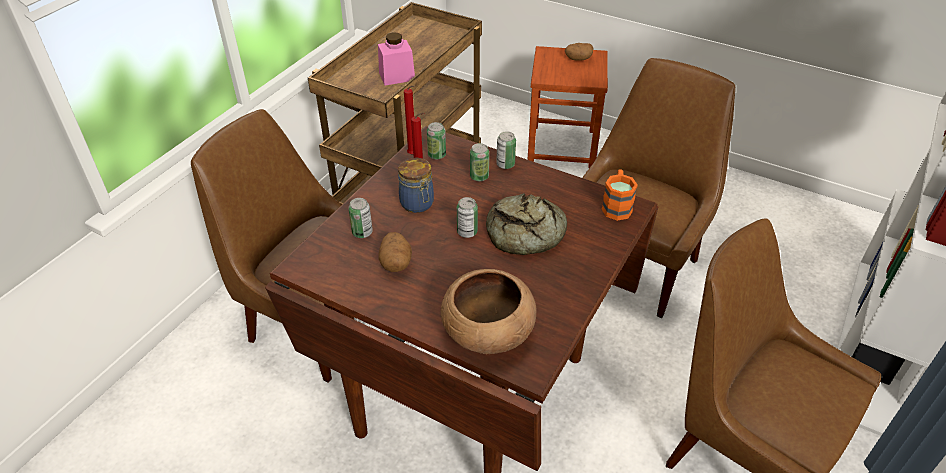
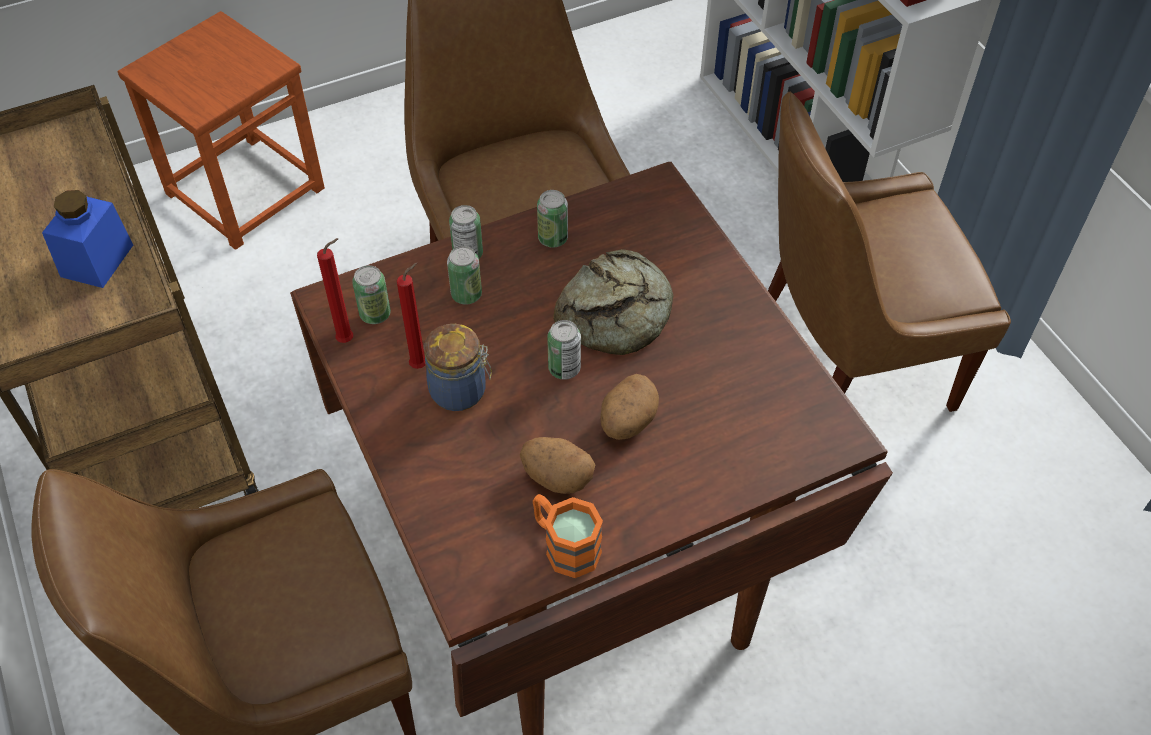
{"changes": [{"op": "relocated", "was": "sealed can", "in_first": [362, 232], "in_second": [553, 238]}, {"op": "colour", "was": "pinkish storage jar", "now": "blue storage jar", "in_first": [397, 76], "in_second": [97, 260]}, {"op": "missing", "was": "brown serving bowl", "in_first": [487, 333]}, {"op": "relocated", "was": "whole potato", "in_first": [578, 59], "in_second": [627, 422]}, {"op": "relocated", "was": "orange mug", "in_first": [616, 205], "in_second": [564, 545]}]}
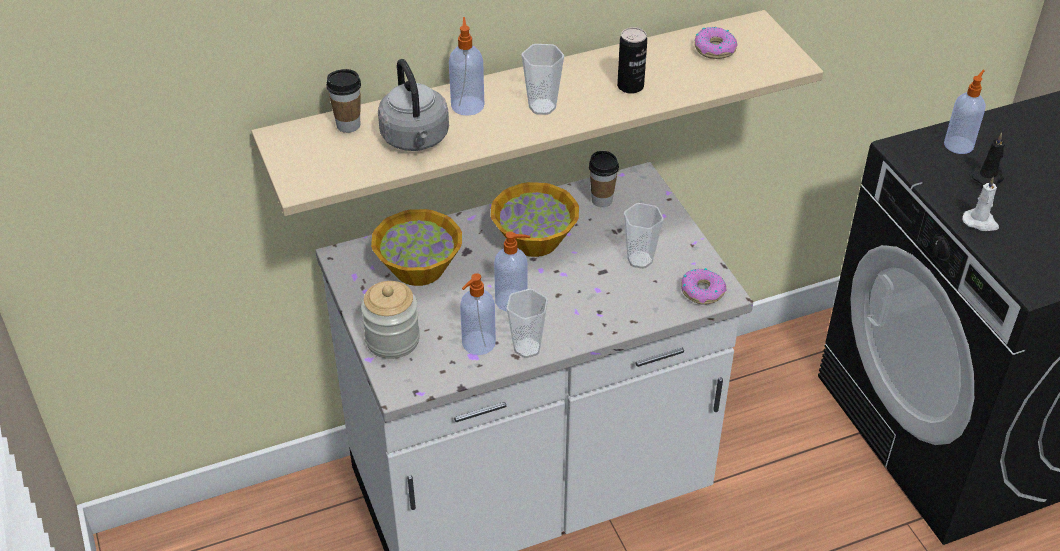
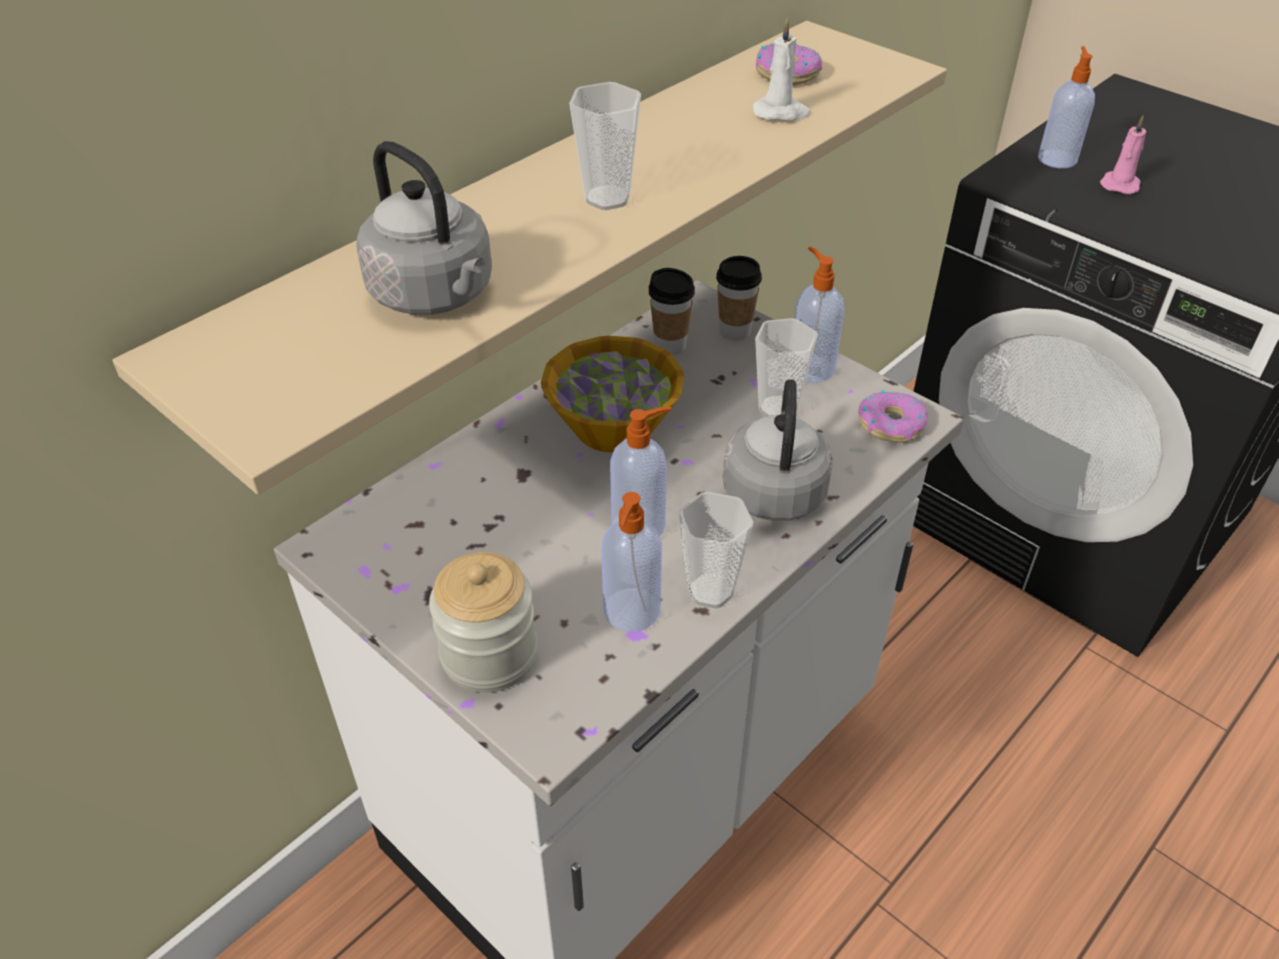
{"changes": [{"op": "relocated", "was": "cup", "in_first": [348, 125], "in_second": [735, 331]}, {"op": "missing", "was": "serving bowl", "in_first": [418, 268]}, {"op": "relocated", "was": "soap bottle", "in_first": [467, 105], "in_second": [810, 367]}, {"op": "missing", "was": "sealed can", "in_first": [630, 86]}, {"op": "relocated", "was": "whitish wax light", "in_first": [980, 222], "in_second": [781, 112]}, {"op": "colour", "was": "black-coloured wax light", "now": "pinkish wax light", "in_first": [988, 177], "in_second": [1120, 184]}, {"op": "appeared", "now": "gray tea kettle", "in_second": [774, 489]}]}
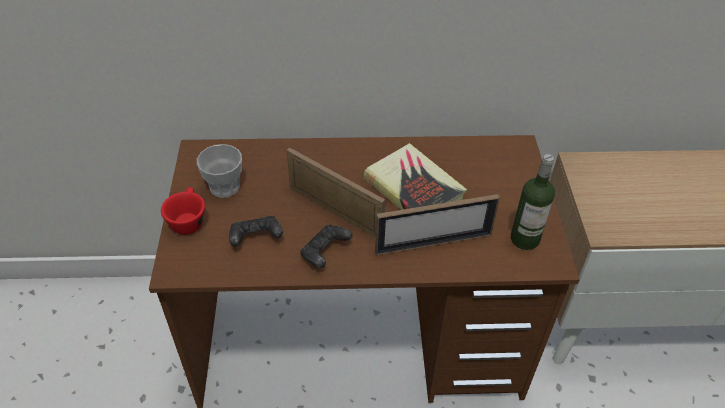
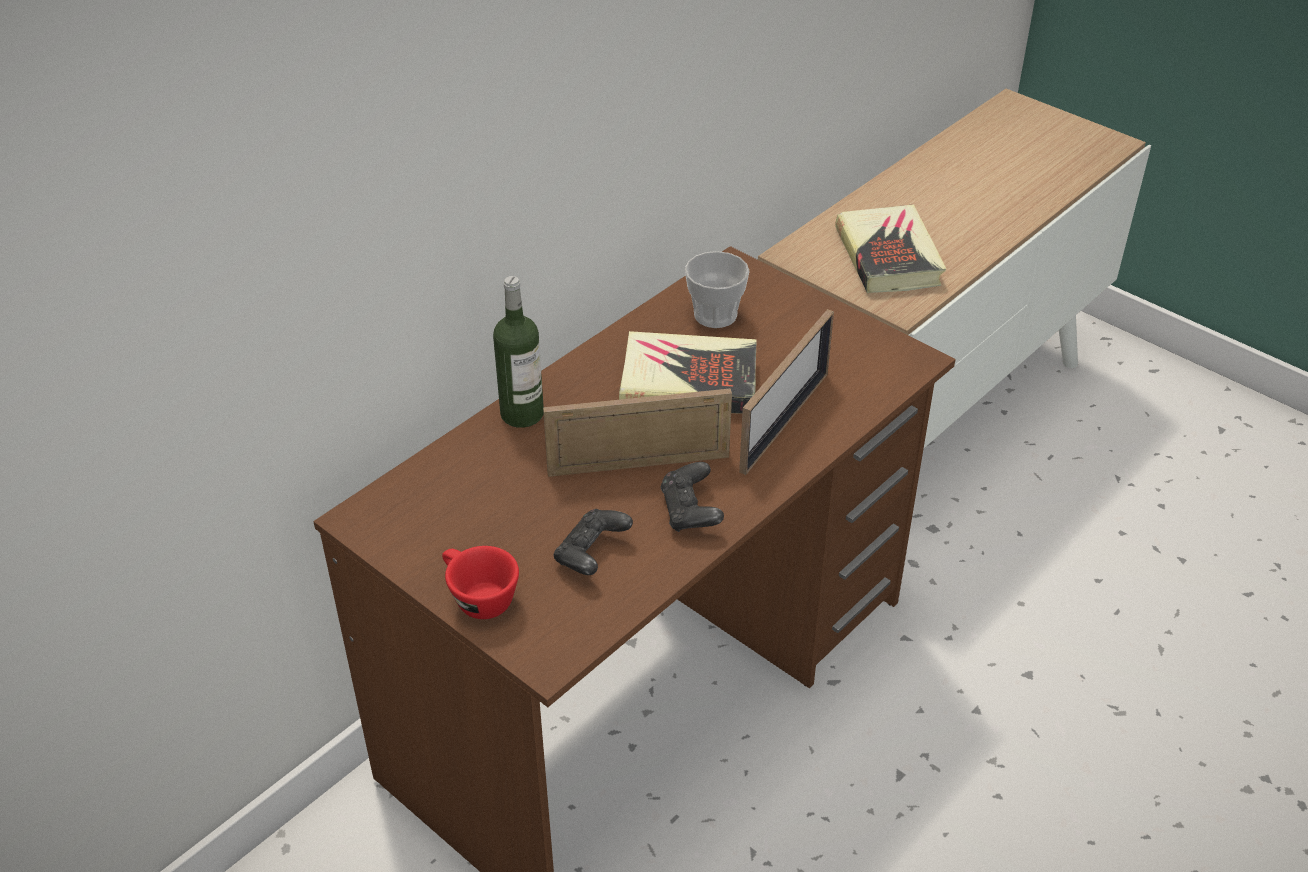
{"changes": [{"op": "relocated", "was": "cup", "in_first": [224, 187], "in_second": [715, 315]}, {"op": "relocated", "was": "beverage bottle", "in_first": [524, 239], "in_second": [522, 414]}, {"op": "appeared", "now": "volume", "in_second": [888, 256]}]}
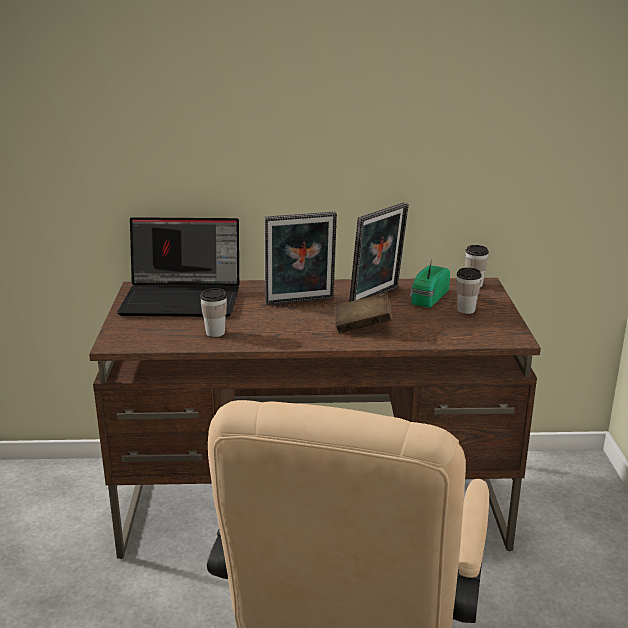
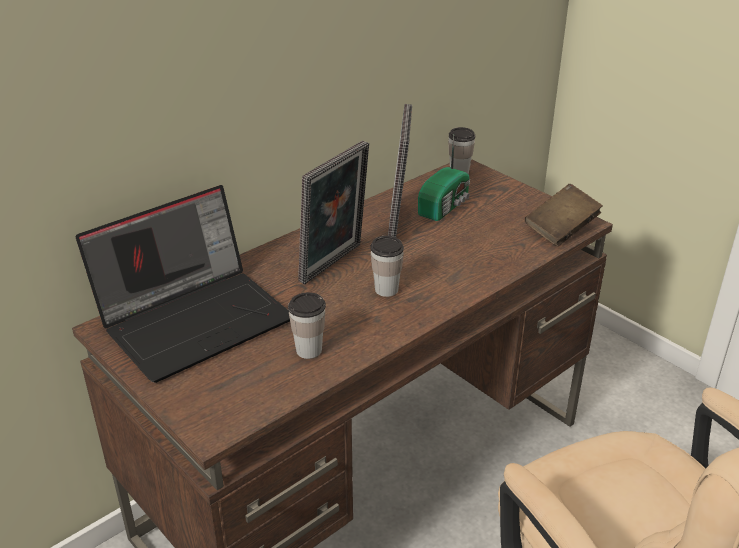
{"changes": [{"op": "relocated", "was": "brown volume", "in_first": [362, 326], "in_second": [561, 229]}, {"op": "spun", "was": "radio receiver", "in_first": [428, 298], "in_second": [445, 206], "clockwise": -135}, {"op": "relocated", "was": "cup", "in_first": [466, 310], "in_second": [386, 289]}]}
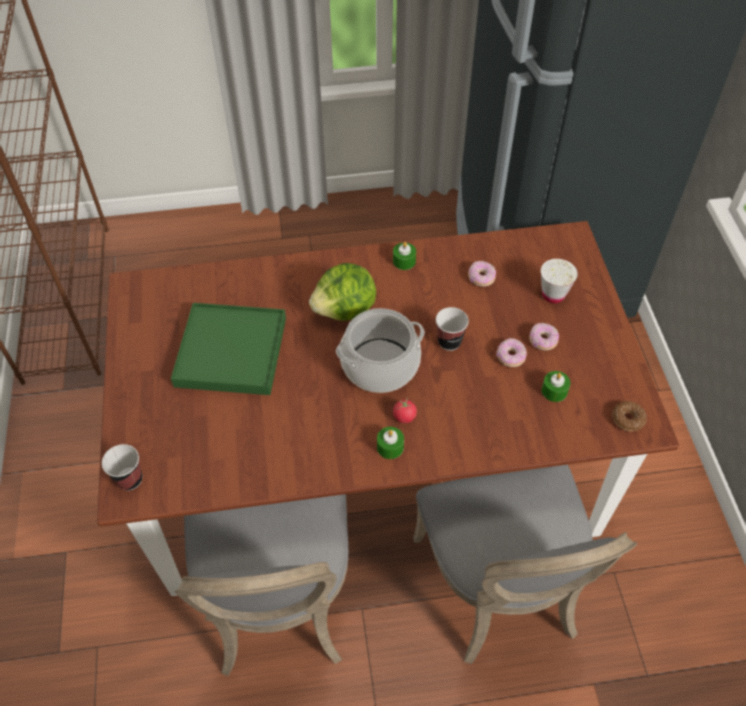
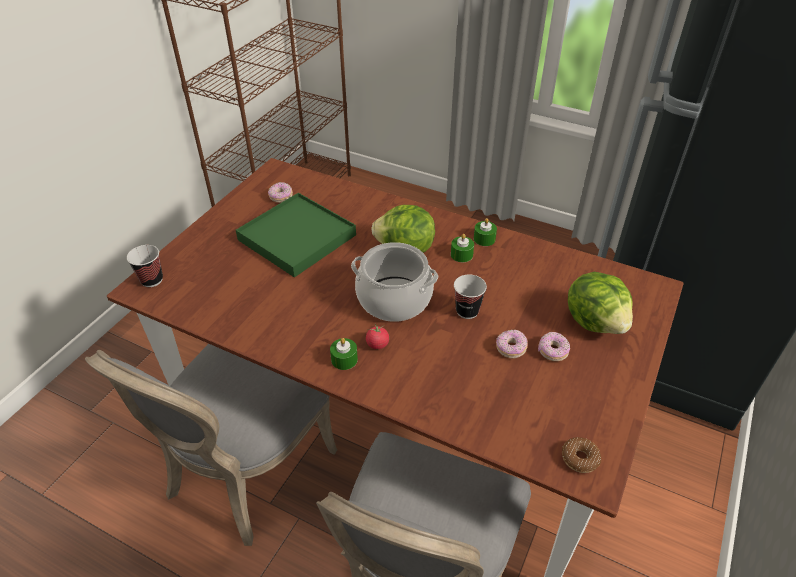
{"changes": [{"op": "relocated", "was": "ring doughnut", "in_first": [481, 278], "in_second": [281, 197]}, {"op": "exchanged", "was": "whitish cup", "now": "lettuce head", "in_first": [553, 295], "in_second": [596, 322]}, {"op": "relocated", "was": "greenish wax light", "in_first": [554, 391], "in_second": [461, 255]}]}
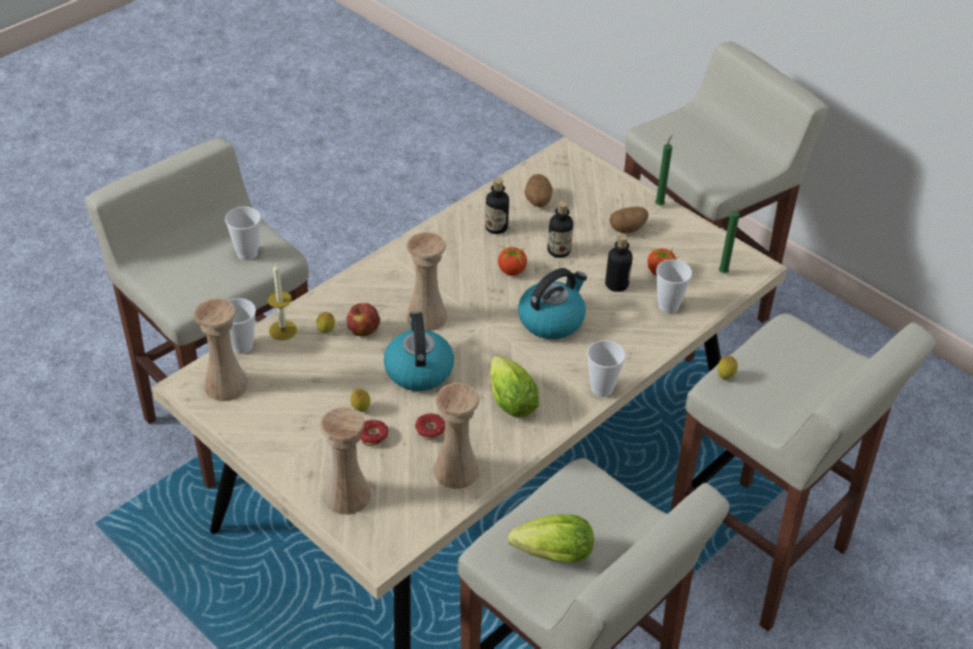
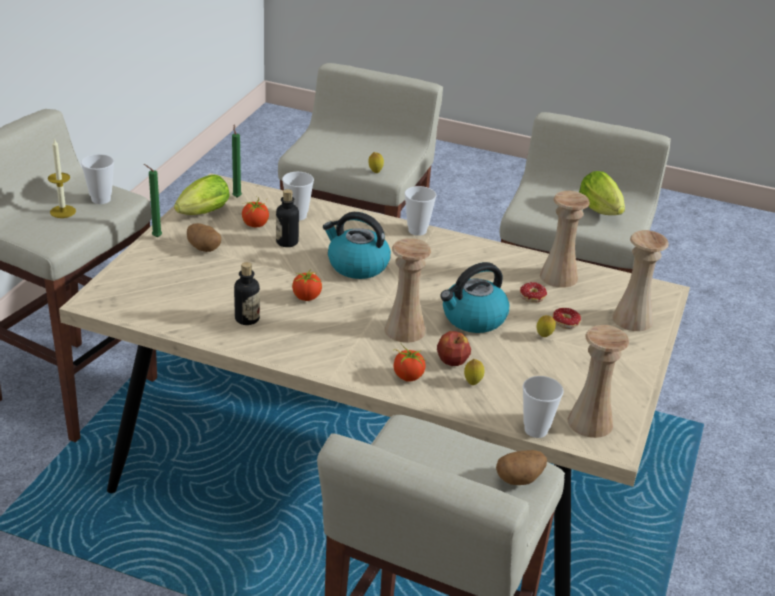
{"changes": [{"op": "relocated", "was": "cup", "in_first": [247, 253], "in_second": [101, 199]}, {"op": "relocated", "was": "wax light", "in_first": [283, 330], "in_second": [63, 211]}, {"op": "relocated", "was": "lettuce head", "in_first": [509, 399], "in_second": [201, 214]}, {"op": "relocated", "was": "whole potato", "in_first": [538, 201], "in_second": [519, 479]}, {"op": "missing", "was": "beverage bottle", "in_first": [559, 251]}, {"op": "appeared", "now": "tomato", "in_second": [408, 376]}]}
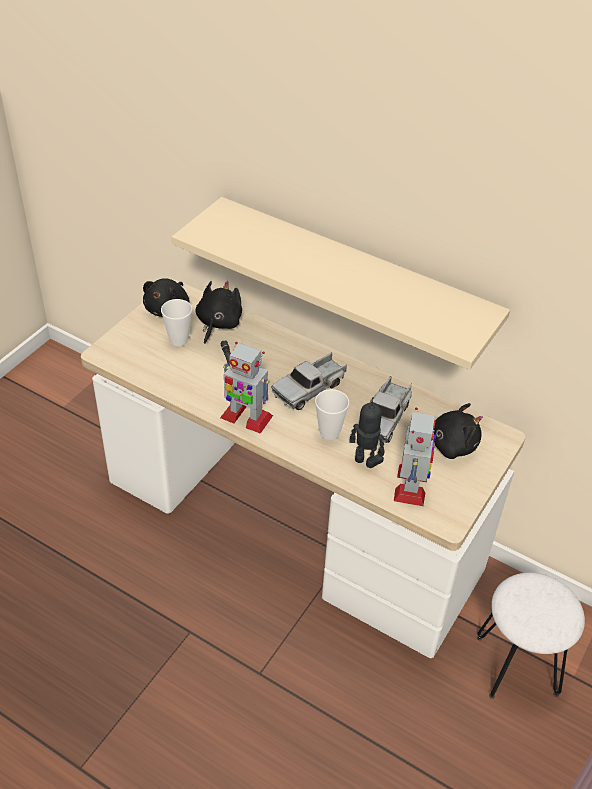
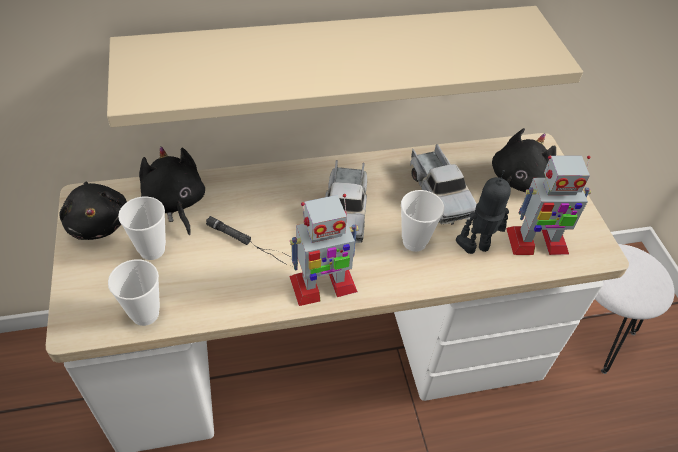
{"changes": [{"op": "spun", "was": "robot figure", "in_first": [411, 485], "in_second": [536, 241], "clockwise": 120}, {"op": "appeared", "now": "cup", "in_second": [145, 314]}]}
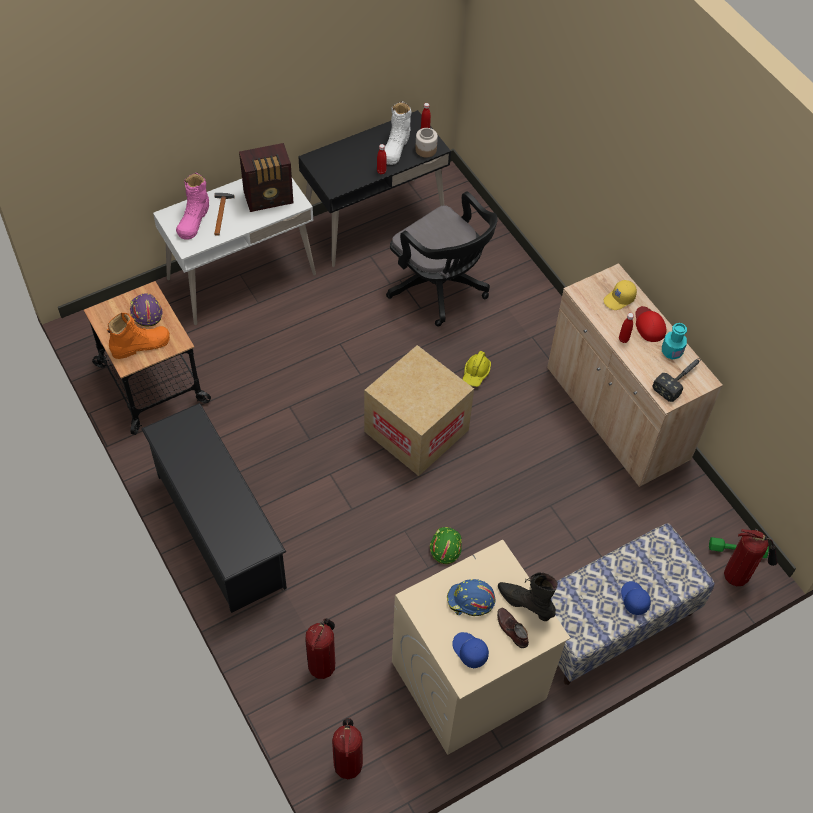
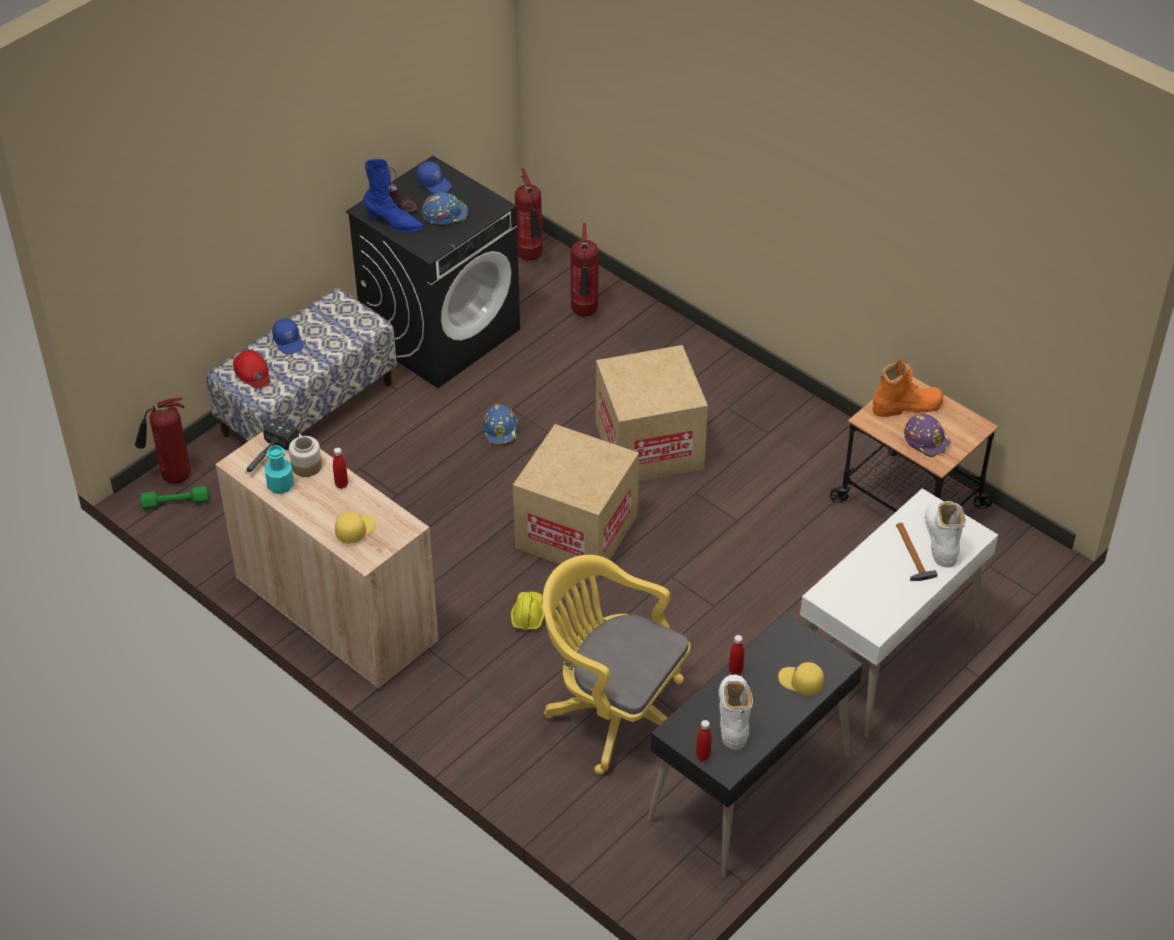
{"changes": [{"op": "spun", "was": "orange tall boot", "in_first": [140, 345], "in_second": [906, 406], "clockwise": -150}, {"op": "missing", "was": "black-coloured shoe stand", "in_first": [219, 529]}, {"op": "colour", "was": "pinkish tall boot", "now": "whitish tall boot", "in_first": [194, 219], "in_second": [941, 538]}, {"op": "missing", "was": "radio receiver", "in_first": [269, 198]}, {"op": "colour", "was": "black-coloured desk chair", "now": "yellow-coloured desk chair", "in_first": [440, 289], "in_second": [614, 712]}, {"op": "colour", "was": "beige-coloured laundry appliance", "now": "black-coloured laundry appliance", "in_first": [468, 681], "in_second": [441, 332]}, {"op": "relocated", "was": "storage jar", "in_first": [426, 149], "in_second": [306, 466]}, {"op": "colour", "was": "greenish hard hat", "now": "blue hard hat", "in_first": [445, 546], "in_second": [501, 430]}, {"op": "colour", "was": "black-coloured tall boot", "now": "blue tall boot", "in_first": [525, 604], "in_second": [393, 223]}, {"op": "relocated", "was": "red-coloured peaked cap", "in_first": [649, 325], "in_second": [253, 372]}, {"op": "appeared", "now": "carton", "in_second": [649, 446]}, {"op": "appeared", "now": "yellow-coloured peaked cap", "in_second": [800, 682]}]}
